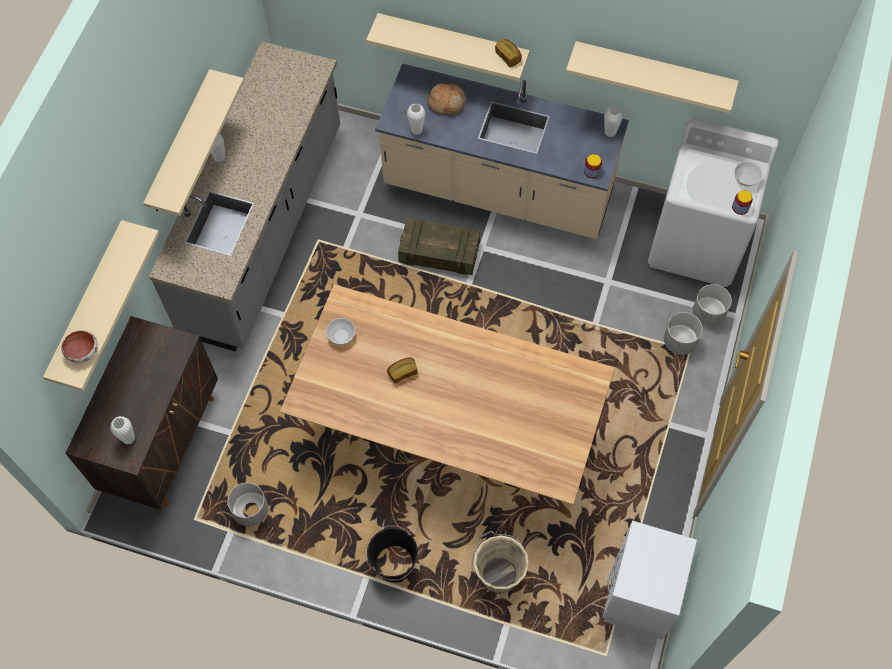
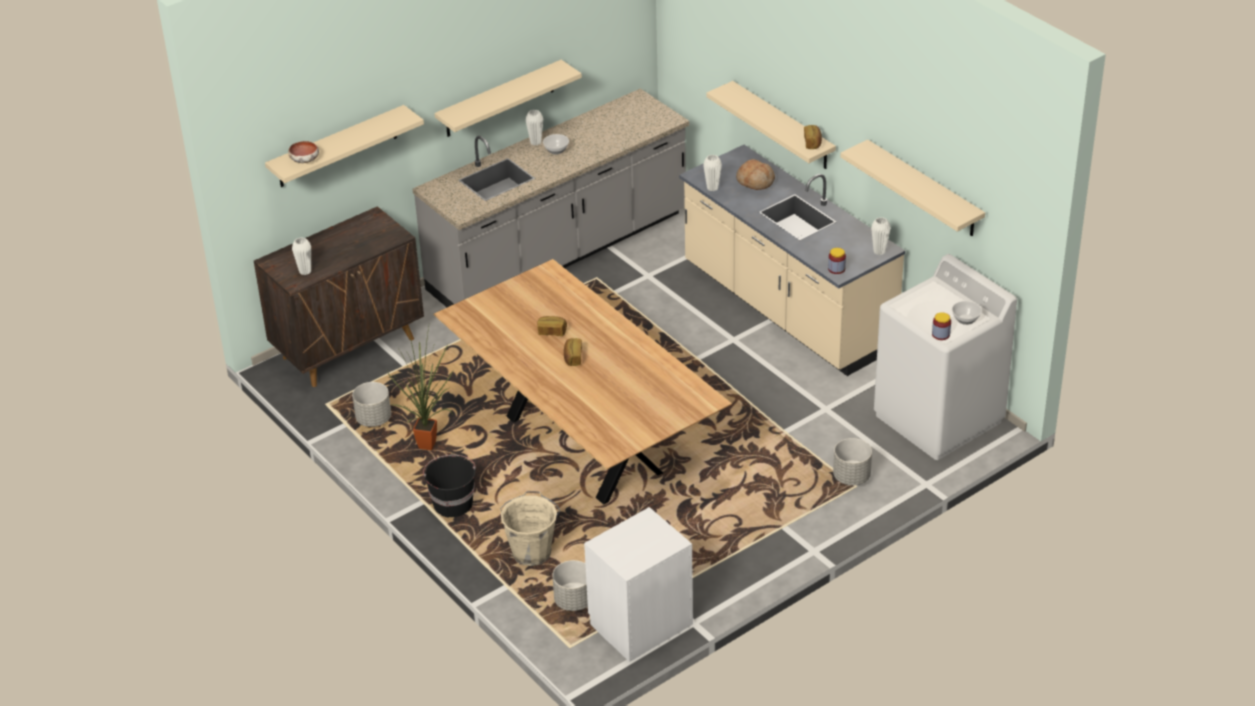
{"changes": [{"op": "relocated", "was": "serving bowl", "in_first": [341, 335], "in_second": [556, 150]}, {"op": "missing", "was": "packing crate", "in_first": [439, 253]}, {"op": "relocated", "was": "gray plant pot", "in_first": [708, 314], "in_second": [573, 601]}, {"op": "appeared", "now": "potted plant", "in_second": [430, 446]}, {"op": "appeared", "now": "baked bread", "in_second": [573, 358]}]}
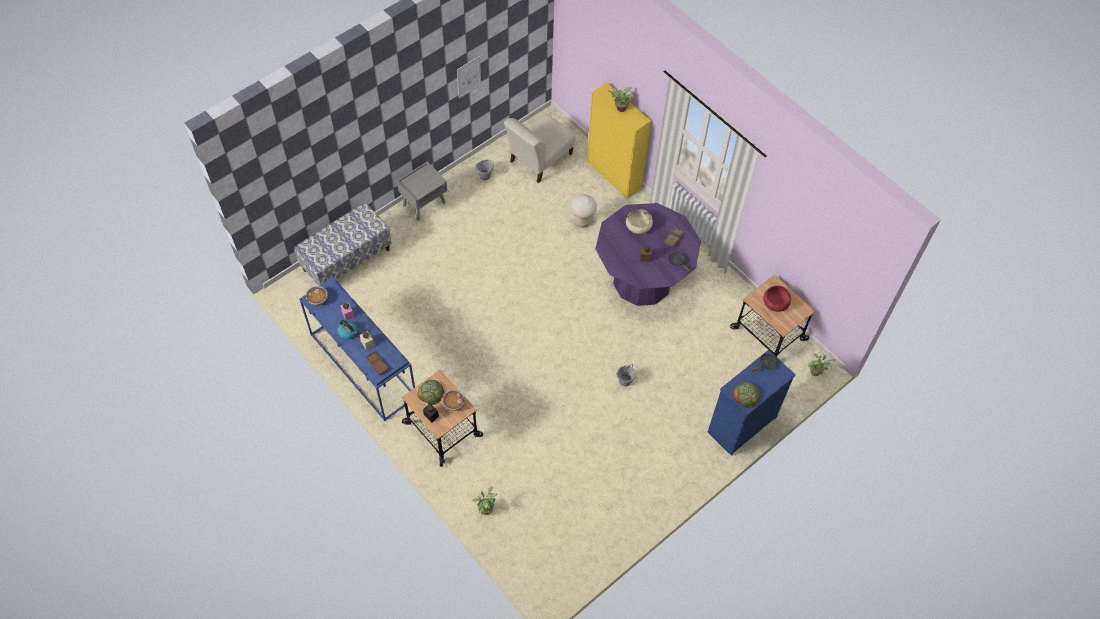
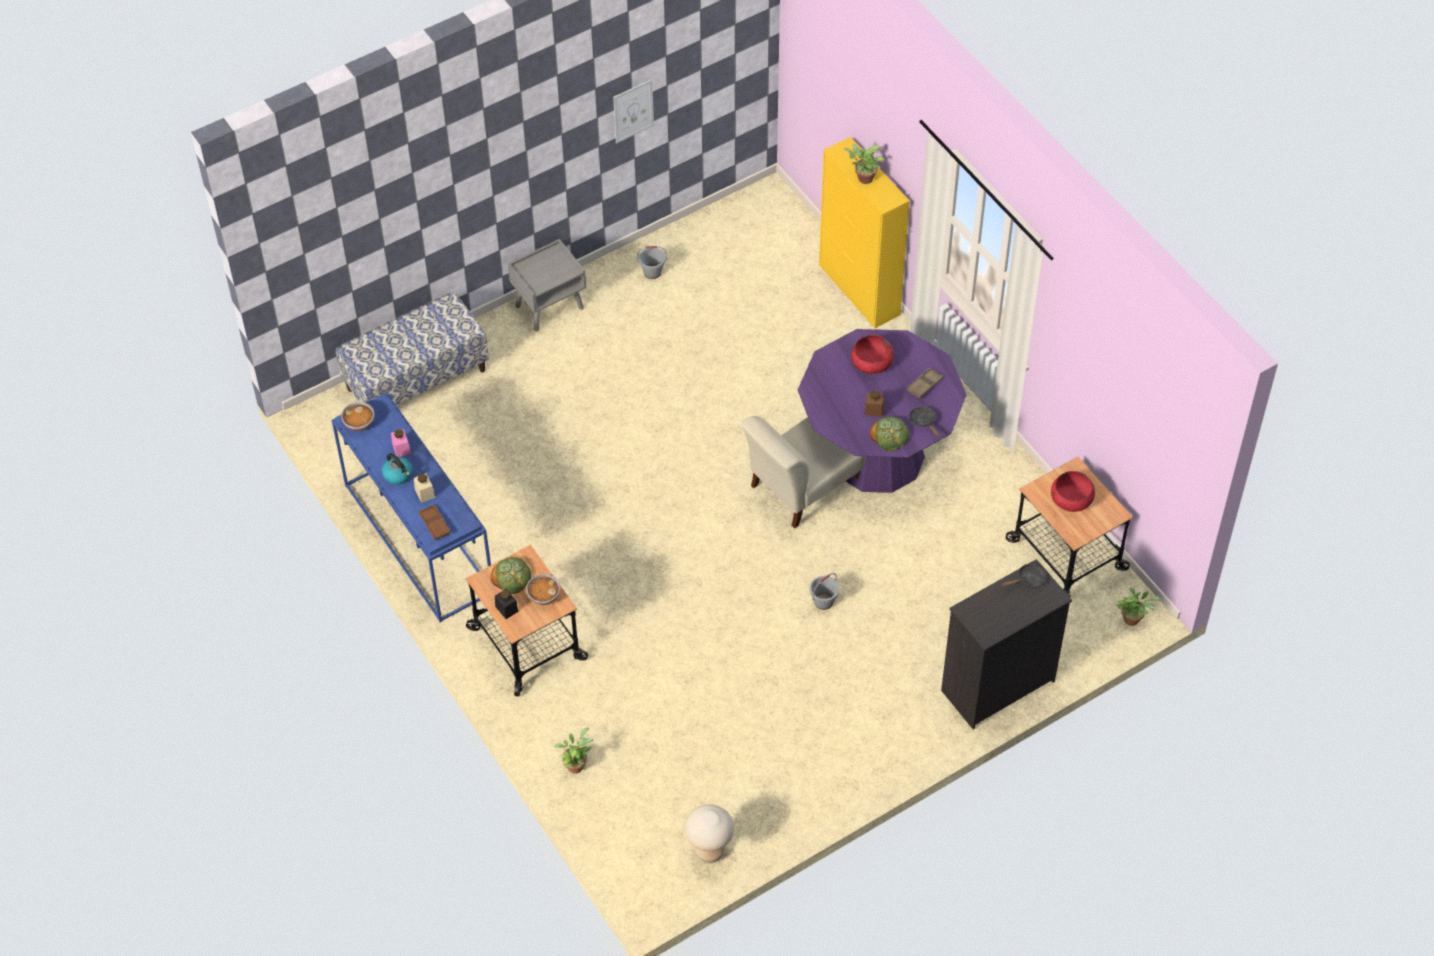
{"changes": [{"op": "relocated", "was": "beige-coloured upright chair", "in_first": [539, 159], "in_second": [801, 487]}, {"op": "relocated", "was": "beige-coloured sitting stool", "in_first": [582, 222], "in_second": [709, 851]}, {"op": "colour", "was": "beige-coloured serving bowl", "now": "red-coloured serving bowl", "in_first": [638, 225], "in_second": [871, 361]}, {"op": "colour", "was": "blue dresser", "now": "black-coloured dresser", "in_first": [741, 425], "in_second": [996, 686]}, {"op": "relocated", "was": "baked bread", "in_first": [746, 395], "in_second": [890, 435]}]}
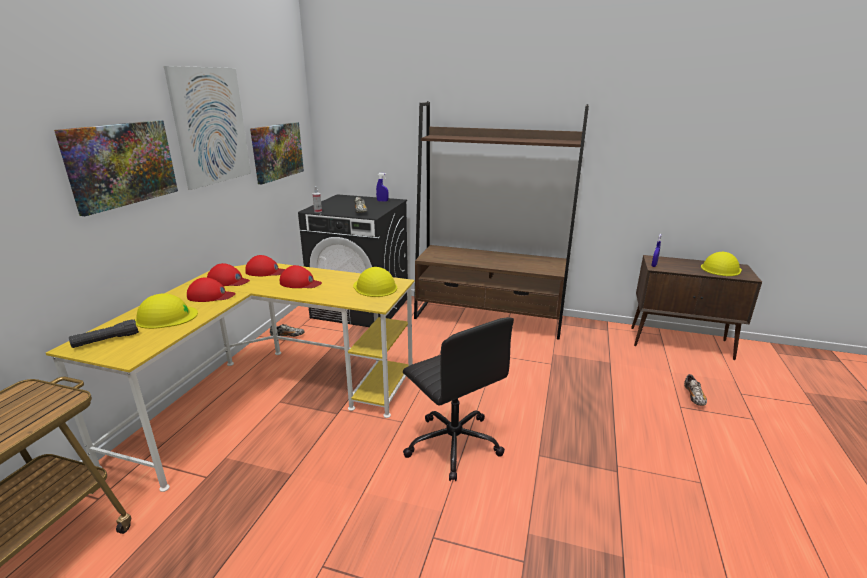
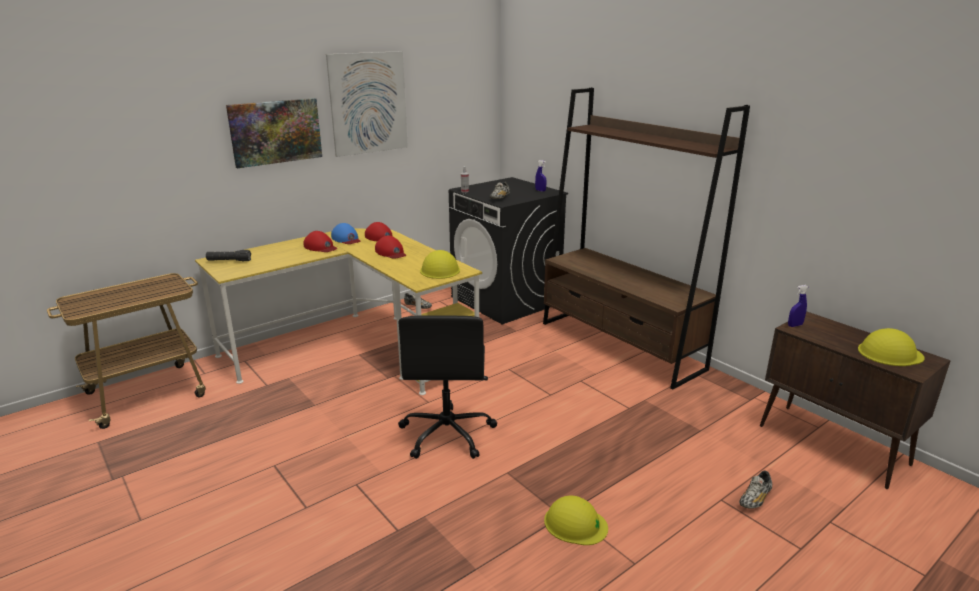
{"changes": [{"op": "relocated", "was": "yellow-coloured hard hat", "in_first": [166, 317], "in_second": [575, 524]}, {"op": "colour", "was": "red-coloured peaked cap", "now": "blue peaked cap", "in_first": [228, 281], "in_second": [346, 239]}, {"op": "missing", "was": "wall picture", "in_first": [277, 151]}]}
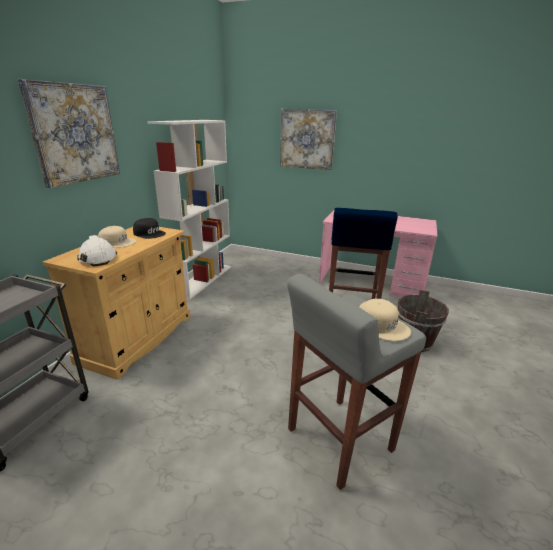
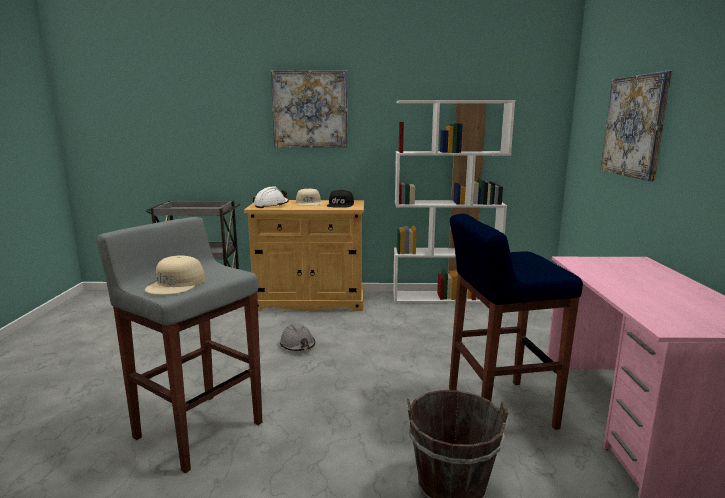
{"changes": [{"op": "appeared", "now": "gray hard hat", "in_second": [297, 345]}]}
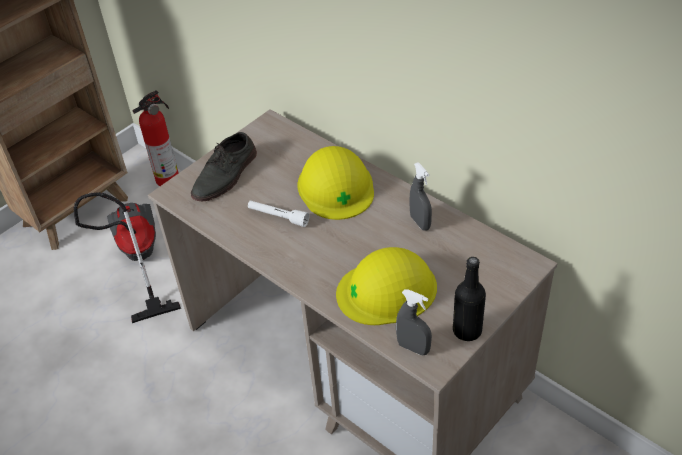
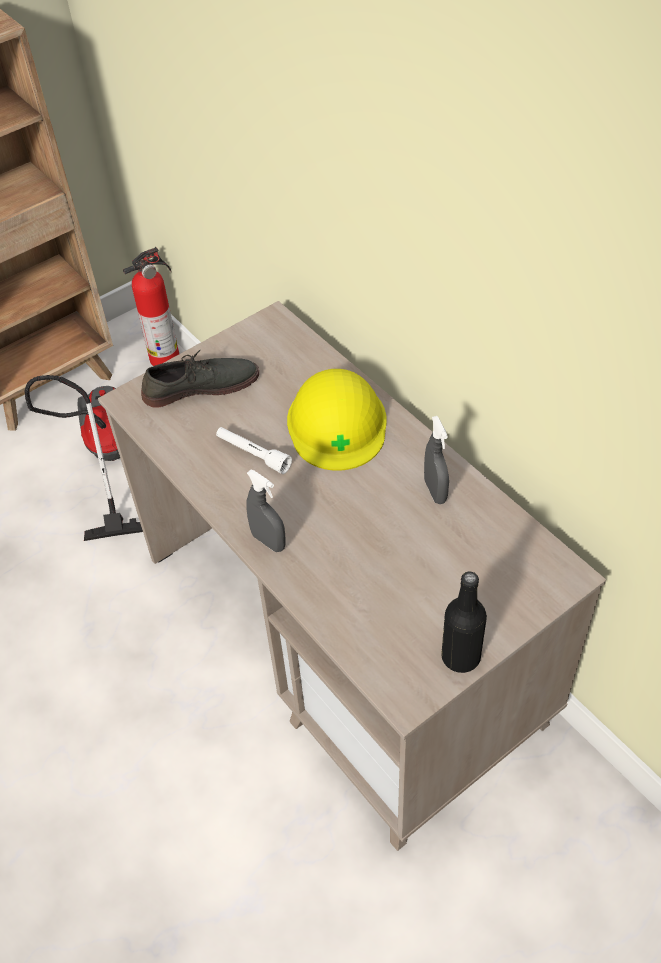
{"changes": [{"op": "spun", "was": "gray low shoe", "in_first": [226, 175], "in_second": [201, 386], "clockwise": -150}, {"op": "missing", "was": "yellow-coloured hard hat", "in_first": [387, 290]}, {"op": "relocated", "was": "gray sprayer", "in_first": [413, 348], "in_second": [268, 541]}]}
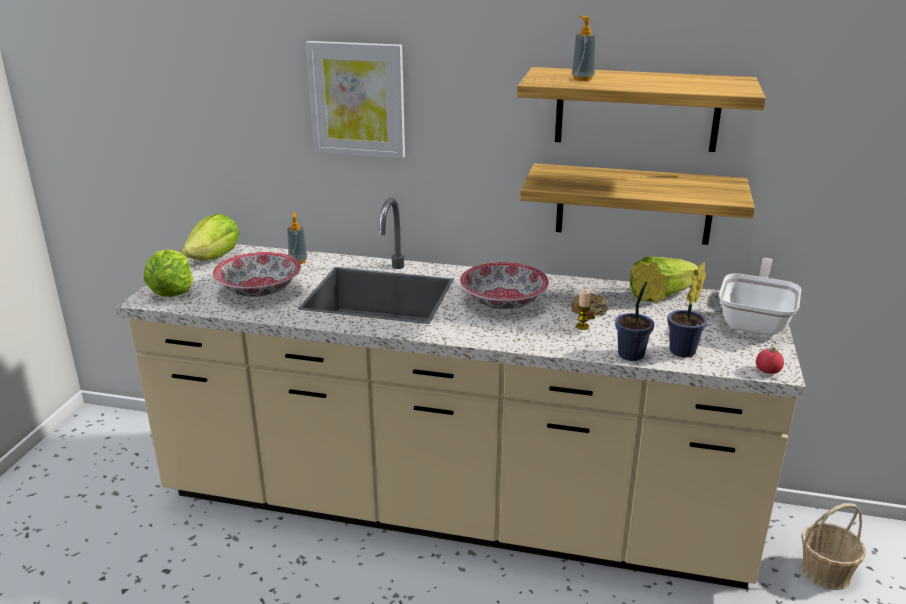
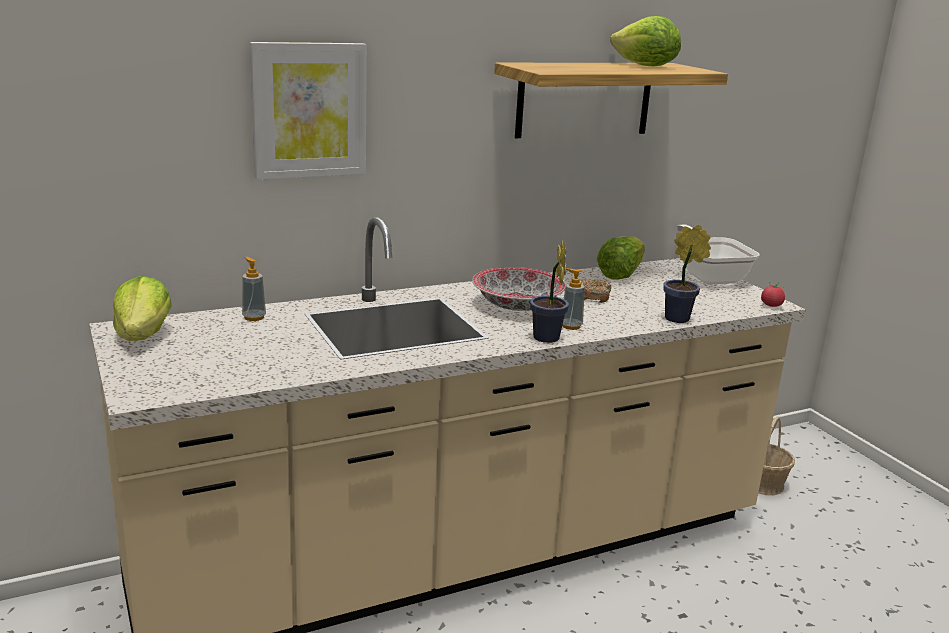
{"changes": [{"op": "relocated", "was": "lettuce head", "in_first": [172, 292], "in_second": [645, 66]}, {"op": "missing", "was": "serving bowl", "in_first": [258, 290]}, {"op": "missing", "was": "bracket shelf", "in_first": [634, 204]}, {"op": "relocated", "was": "soap bottle", "in_first": [582, 78], "in_second": [571, 326]}, {"op": "missing", "was": "wax light", "in_first": [582, 326]}, {"op": "relocated", "was": "potted plant", "in_first": [681, 353], "in_second": [546, 339]}]}
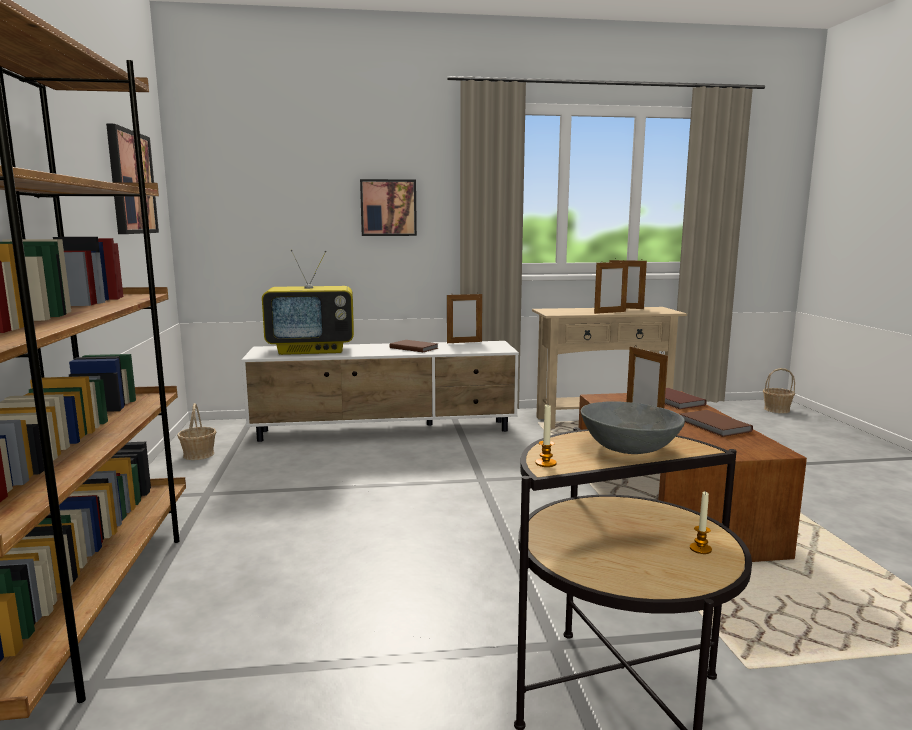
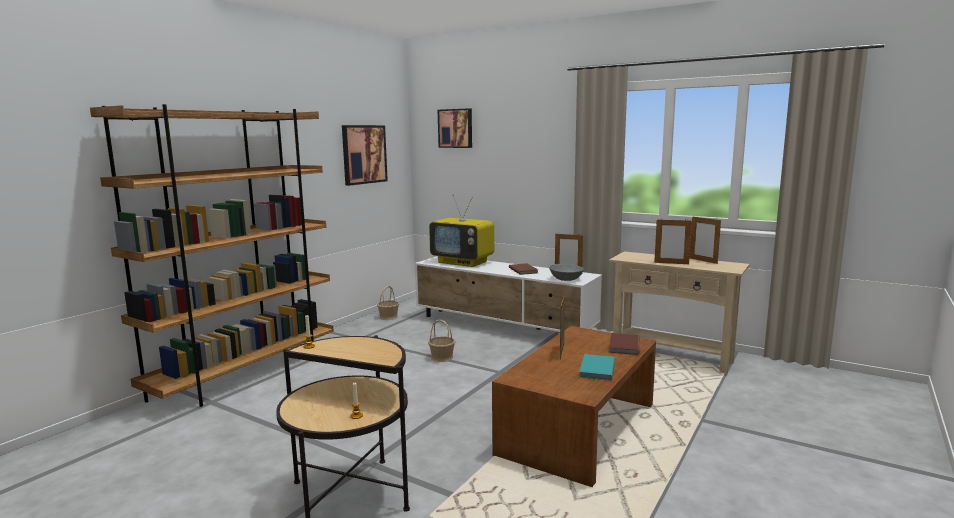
{"changes": [{"op": "relocated", "was": "wall picture", "in_first": [388, 208], "in_second": [456, 128]}, {"op": "relocated", "was": "gray serving bowl", "in_first": [628, 449], "in_second": [565, 279]}, {"op": "colour", "was": "brown volume", "now": "turquoise-coloured volume", "in_first": [714, 426], "in_second": [596, 369]}, {"op": "relocated", "was": "storage basket", "in_first": [776, 409], "in_second": [442, 357]}]}
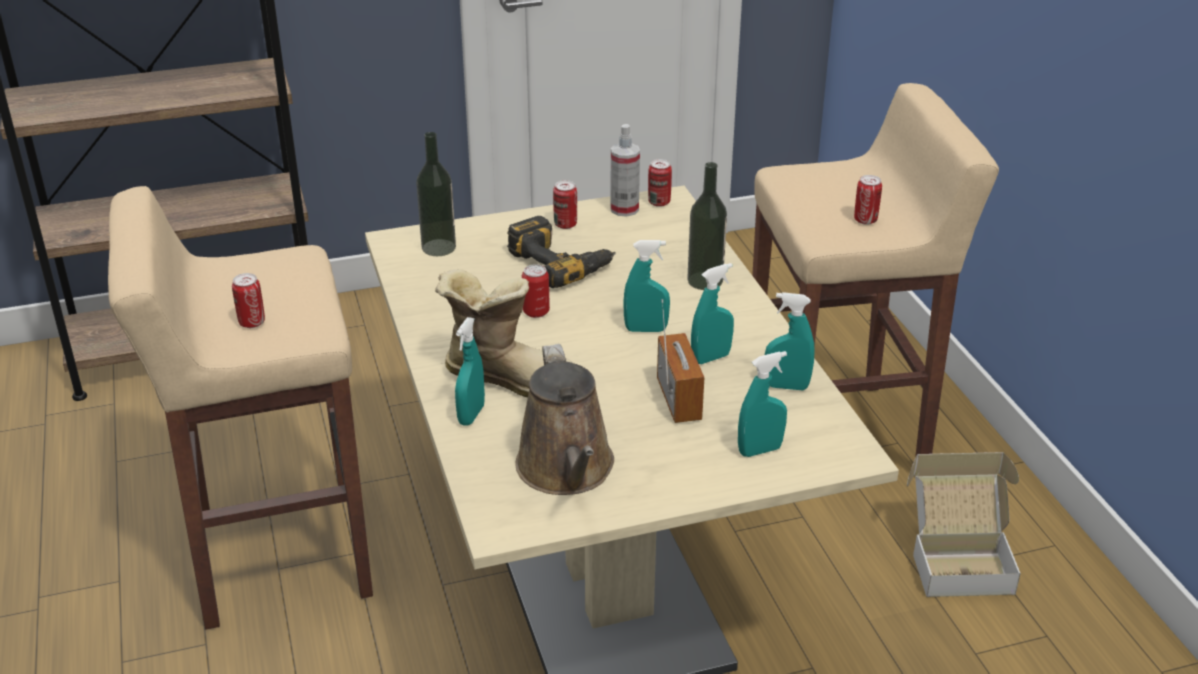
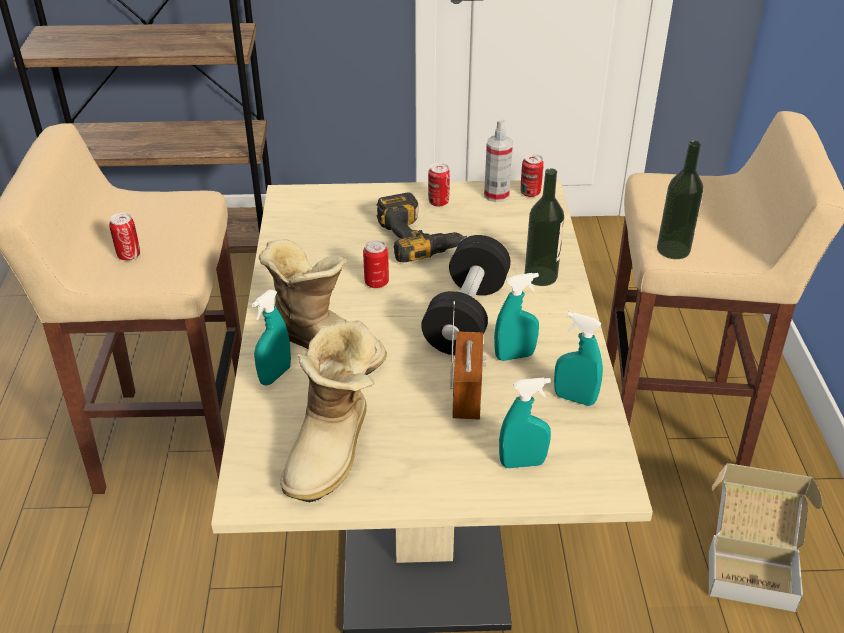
{"changes": [{"op": "relocated", "was": "beverage bottle", "in_first": [438, 247], "in_second": [673, 250]}, {"op": "exchanged", "was": "brown watering pot", "now": "tall boot", "in_first": [567, 470], "in_second": [334, 449]}, {"op": "exchanged", "was": "turquoise-coloured sprayer", "now": "black-coloured free weight", "in_first": [646, 329], "in_second": [466, 316]}, {"op": "missing", "was": "sealed can", "in_first": [865, 220]}]}
